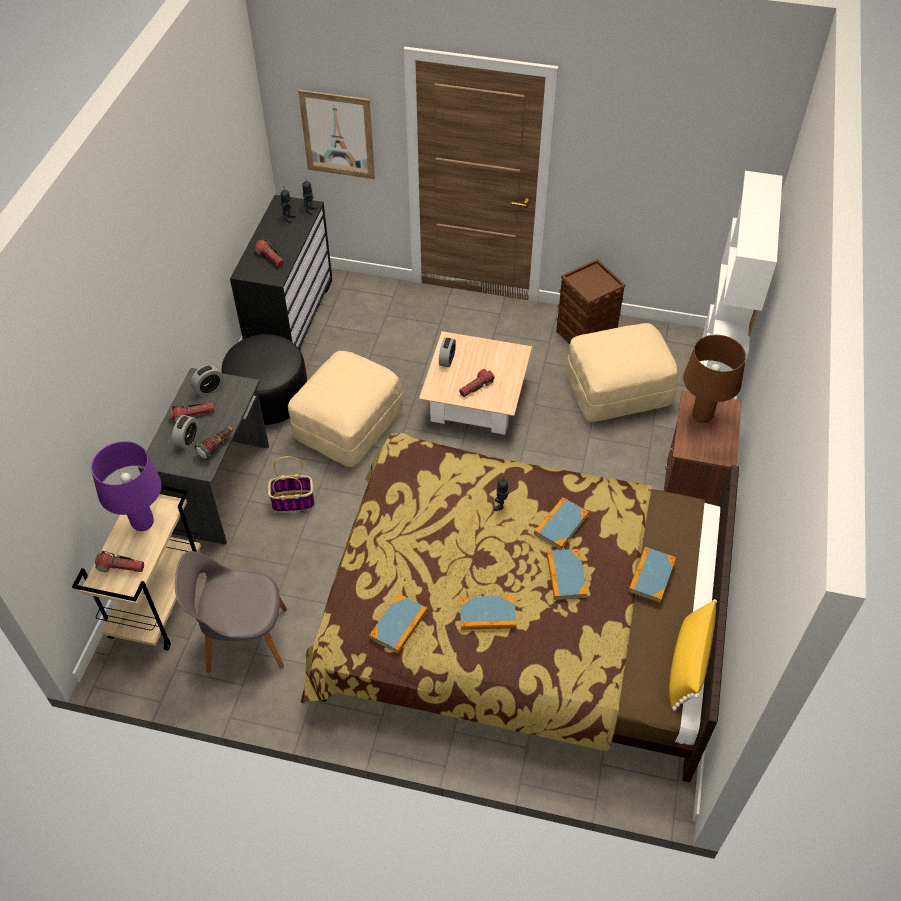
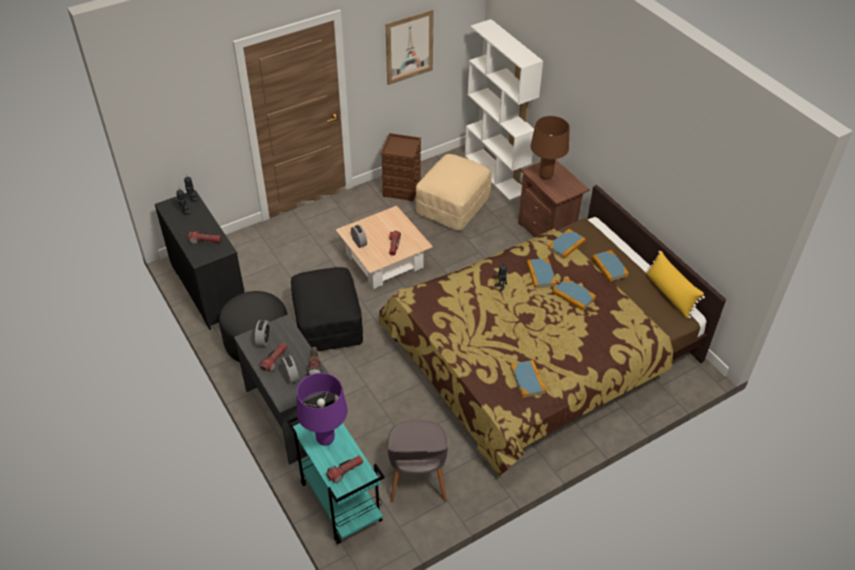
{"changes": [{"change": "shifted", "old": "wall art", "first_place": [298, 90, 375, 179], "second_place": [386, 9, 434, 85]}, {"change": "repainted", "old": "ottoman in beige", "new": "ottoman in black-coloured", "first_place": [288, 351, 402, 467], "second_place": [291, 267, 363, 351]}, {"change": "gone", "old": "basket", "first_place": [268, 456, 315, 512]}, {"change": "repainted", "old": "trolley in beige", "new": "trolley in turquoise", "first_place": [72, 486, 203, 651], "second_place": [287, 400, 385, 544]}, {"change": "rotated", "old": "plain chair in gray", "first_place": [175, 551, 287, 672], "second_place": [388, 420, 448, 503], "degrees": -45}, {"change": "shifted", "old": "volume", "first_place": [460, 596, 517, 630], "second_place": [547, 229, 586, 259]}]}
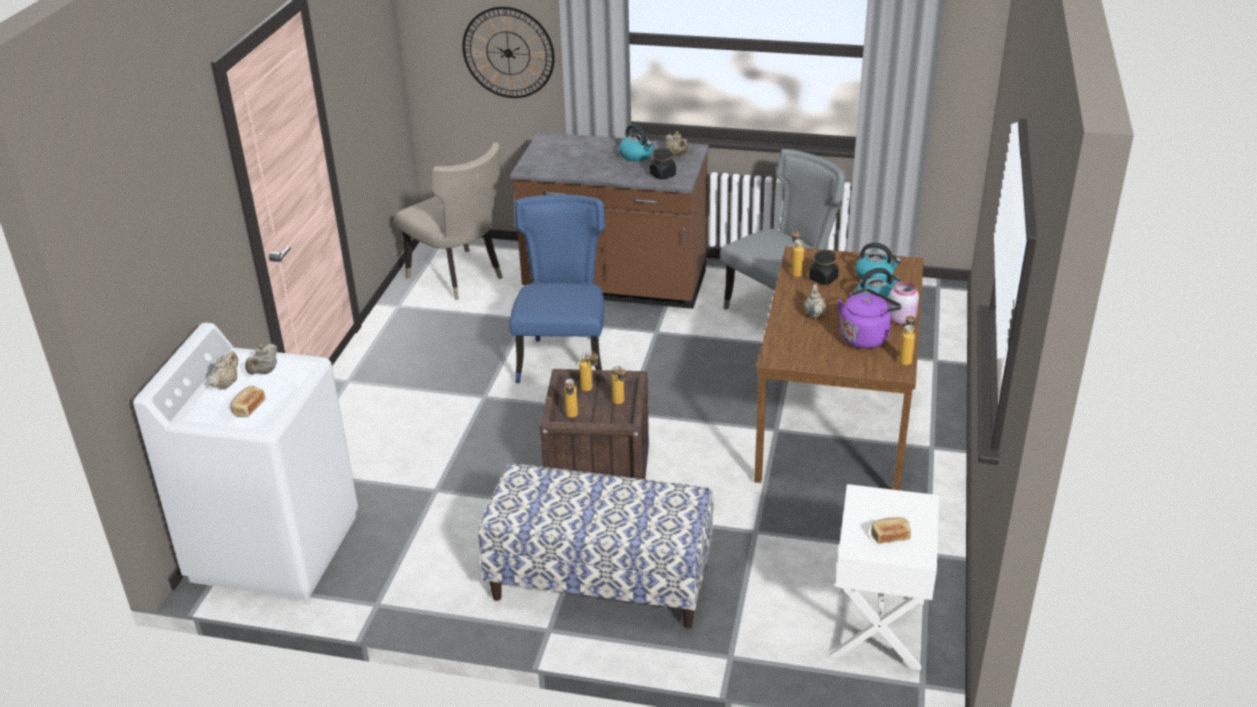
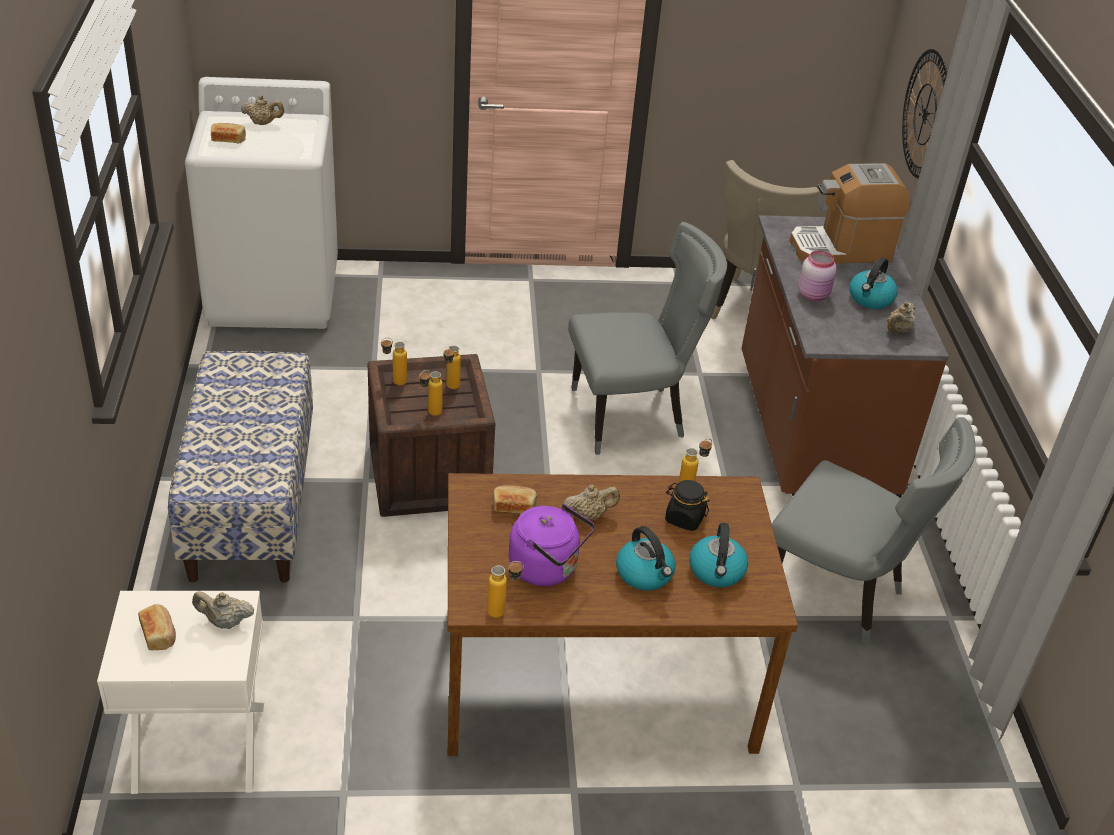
{"changes": [{"change": "gone", "old": "jar in black-coloured", "first_place": [650, 148, 676, 180]}, {"change": "repainted", "old": "plain chair in blue-coloured", "new": "plain chair in gray", "first_place": [509, 194, 605, 383], "second_place": [568, 222, 727, 455]}, {"change": "shifted", "old": "jar in pink-coloured", "first_place": [888, 281, 919, 325], "second_place": [798, 250, 837, 301]}, {"change": "shifted", "old": "tea pot in beige", "first_place": [245, 344, 277, 375], "second_place": [192, 591, 254, 629]}, {"change": "new", "new": "coffee maker", "second_place": [789, 163, 910, 264]}, {"change": "new", "new": "baked bread", "second_place": [493, 485, 537, 514]}]}
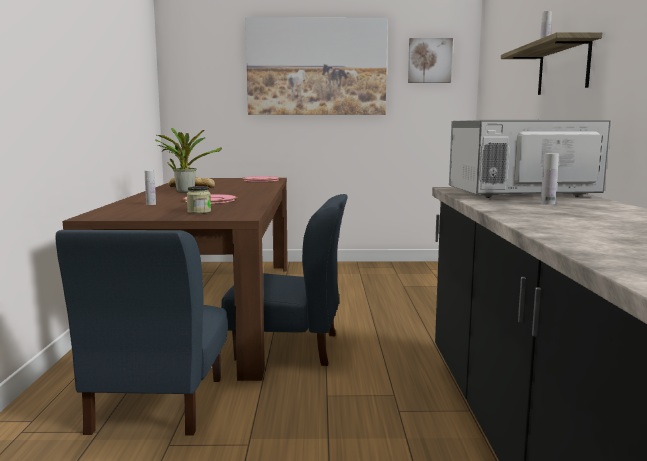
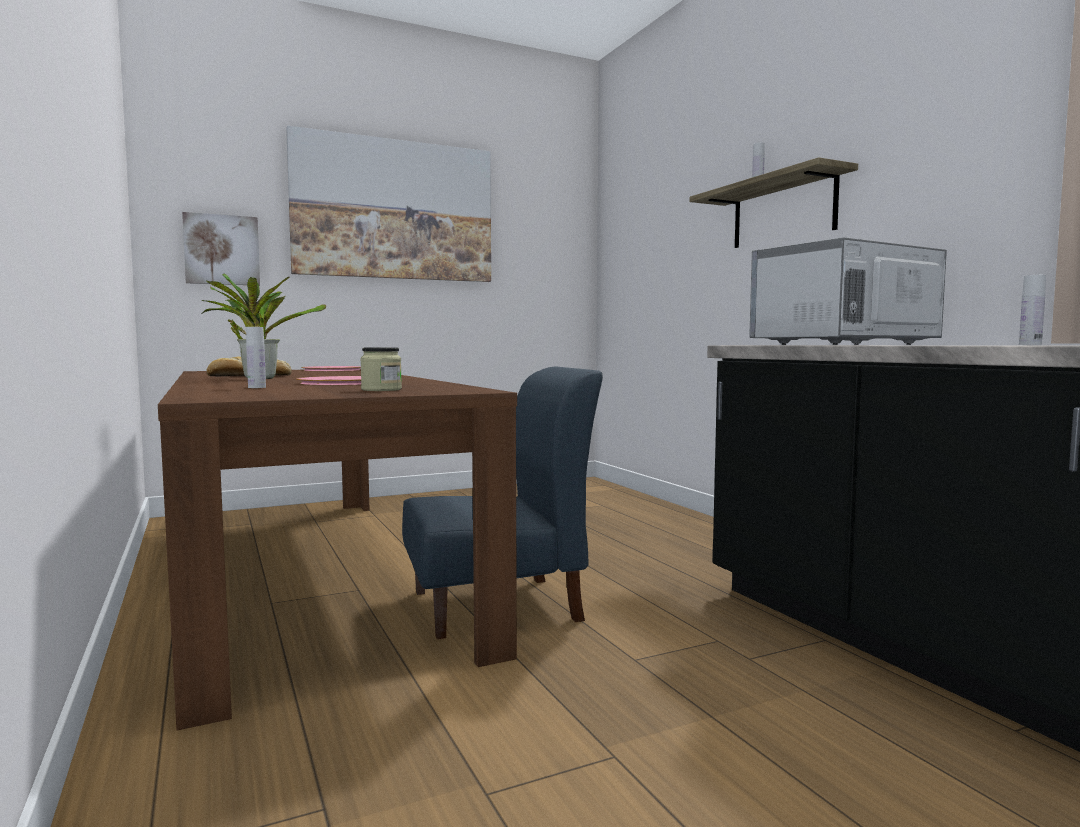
{"changes": [{"change": "shifted", "old": "wall art", "first_place": [408, 38, 453, 83], "second_place": [182, 212, 260, 286]}, {"change": "shifted", "old": "beverage bottle in whitish", "first_place": [540, 153, 559, 205], "second_place": [1019, 275, 1046, 345]}, {"change": "gone", "old": "plain chair in blue-coloured", "first_place": [55, 230, 228, 436]}]}
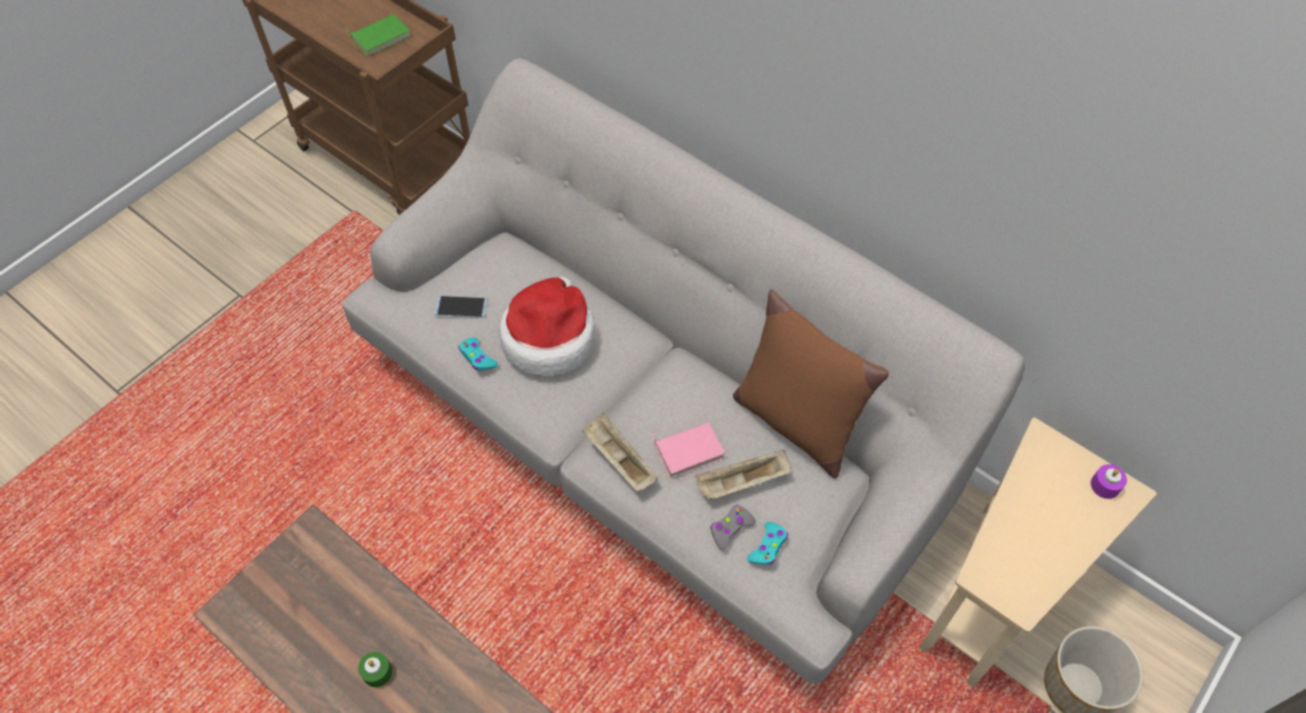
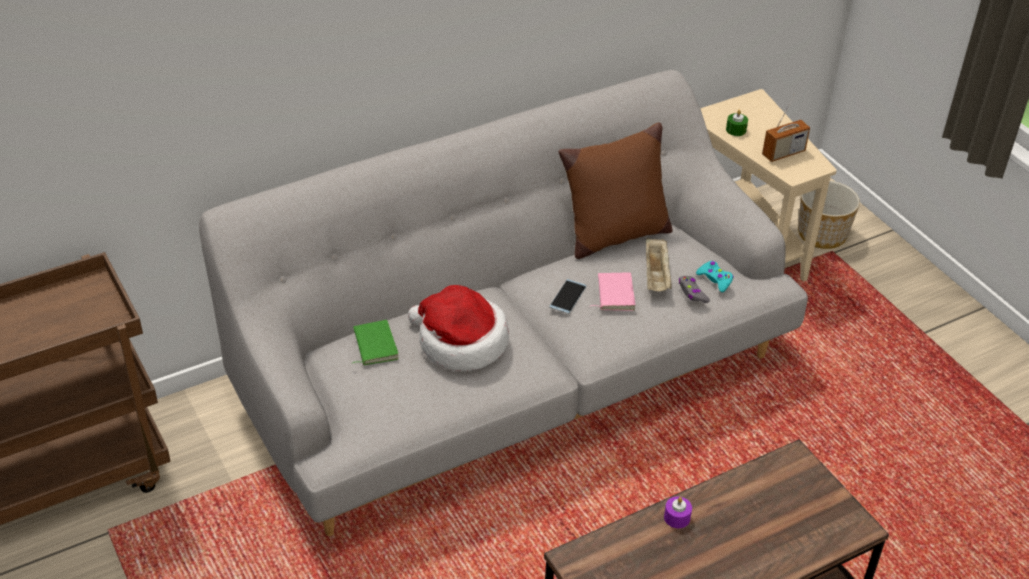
{"changes": [{"change": "shifted", "old": "volume in green", "first_place": [346, 14, 411, 56], "second_place": [351, 320, 399, 365]}, {"change": "shifted", "old": "handset", "first_place": [434, 296, 488, 318], "second_place": [549, 279, 586, 314]}, {"change": "gone", "old": "game controller in turquoise", "first_place": [458, 337, 498, 371]}, {"change": "gone", "old": "tray in beige", "first_place": [583, 413, 658, 491]}, {"change": "shifted", "old": "candle in purple", "first_place": [1091, 464, 1127, 499], "second_place": [664, 497, 692, 528]}, {"change": "shifted", "old": "candle in green", "first_place": [358, 652, 393, 687], "second_place": [726, 110, 748, 136]}, {"change": "new", "new": "radio set", "second_place": [762, 94, 810, 162]}]}
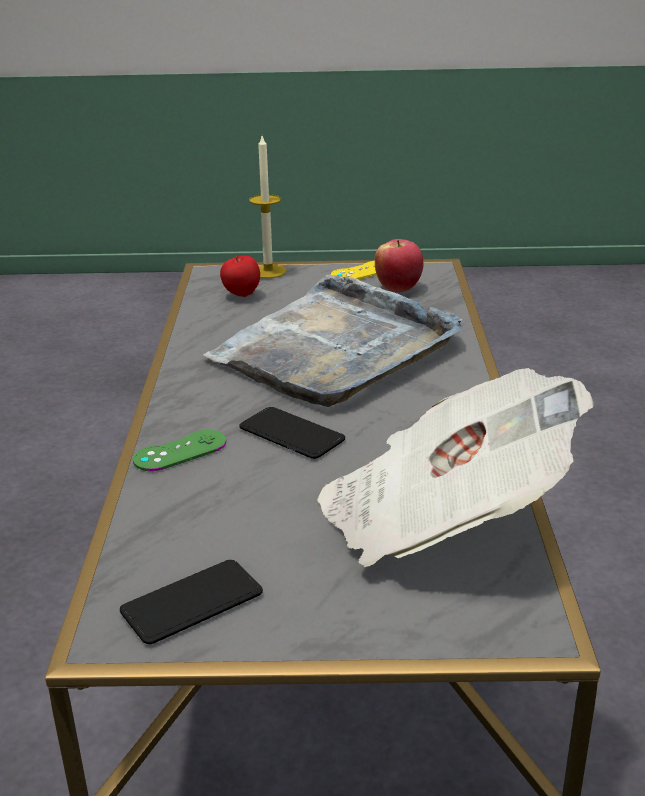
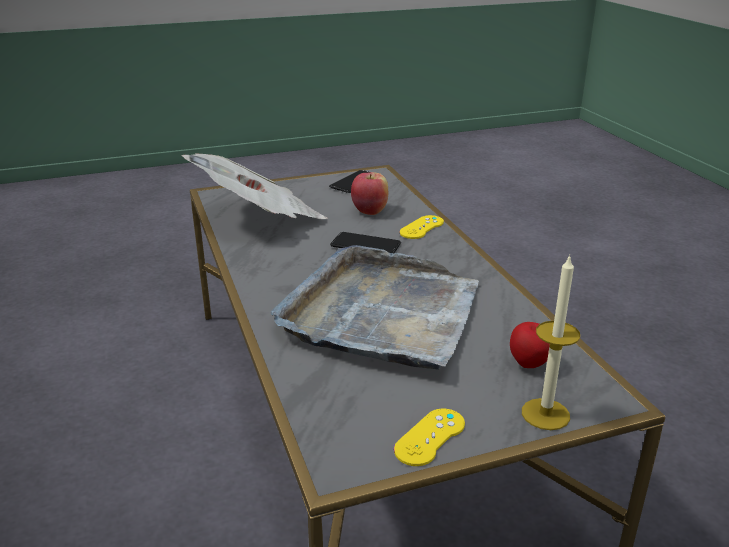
{"changes": [{"change": "shifted", "old": "apple fruit", "first_place": [375, 239, 423, 293], "second_place": [351, 172, 388, 215]}, {"change": "repainted", "old": "game controller in green", "new": "game controller in yellowish", "first_place": [133, 430, 226, 471], "second_place": [399, 215, 444, 239]}]}
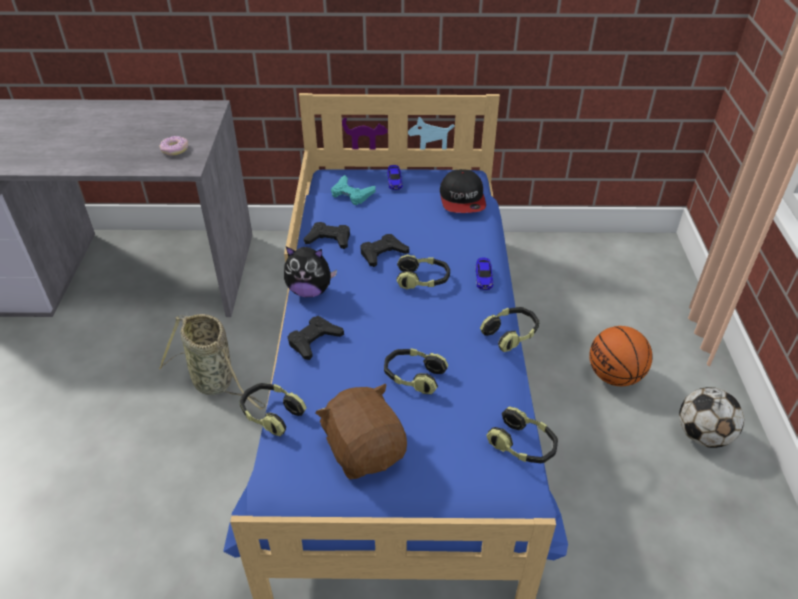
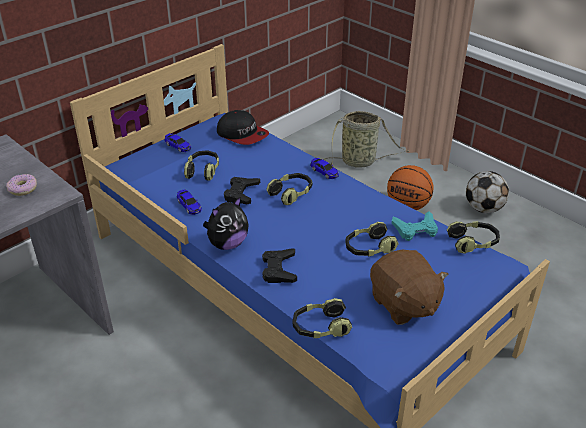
{"changes": [{"change": "shifted", "old": "game controller in turquoise", "first_place": [331, 175, 375, 205], "second_place": [392, 211, 438, 241]}, {"change": "swapped", "old": "game controller in black-coloured", "new": "toy car", "first_place": [304, 222, 350, 249], "second_place": [177, 190, 202, 215]}, {"change": "shifted", "old": "headset", "first_place": [480, 307, 539, 352], "second_place": [184, 150, 219, 181]}, {"change": "shifted", "old": "basket", "first_place": [159, 314, 266, 410], "second_place": [324, 111, 409, 168]}, {"change": "rotated", "old": "cuddly toy in brownish", "first_place": [315, 384, 407, 479], "second_place": [370, 249, 448, 325], "degrees": -135}]}
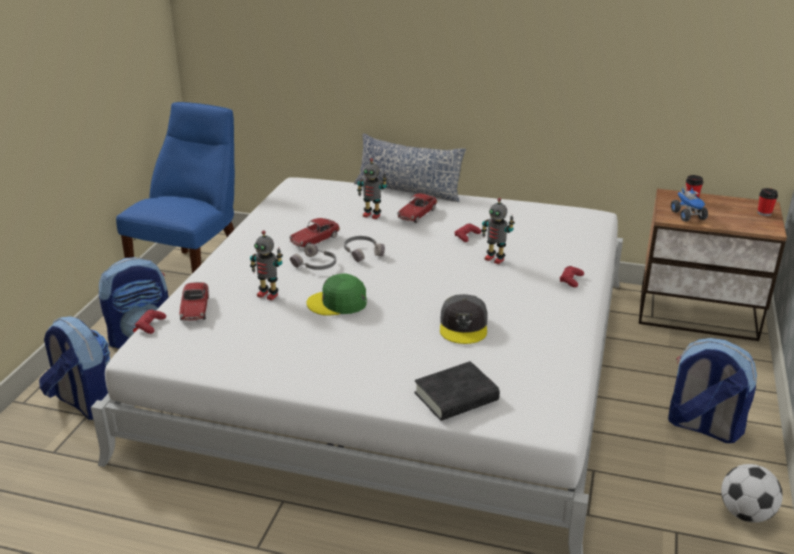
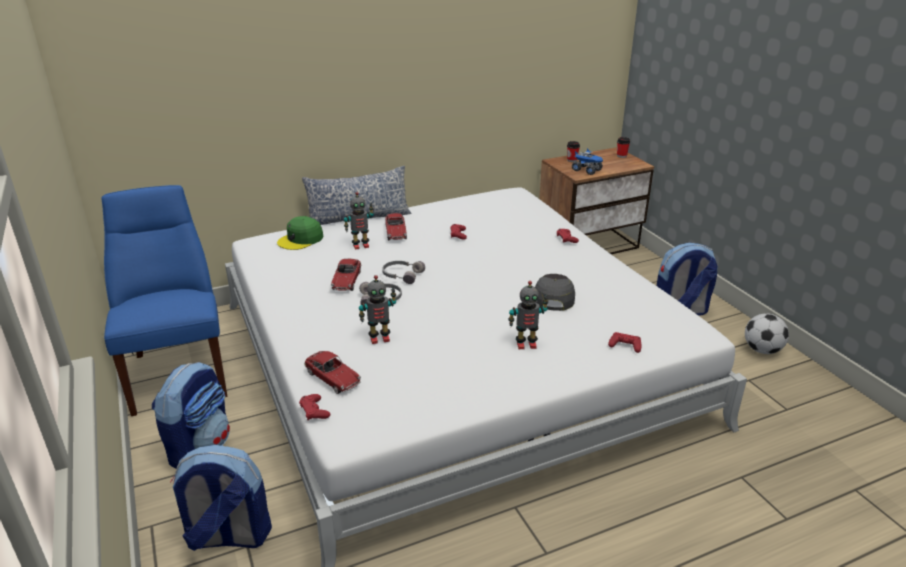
{"changes": [{"change": "shifted", "old": "toy robot", "first_place": [481, 198, 515, 264], "second_place": [509, 281, 548, 349]}, {"change": "shifted", "old": "peaked cap in green", "first_place": [307, 274, 367, 316], "second_place": [277, 216, 324, 250]}, {"change": "rotated", "old": "peaked cap in gray", "first_place": [440, 294, 488, 344], "second_place": [535, 274, 575, 311], "degrees": -135}, {"change": "swapped", "old": "volume in black-coloured", "new": "game controller in red", "first_place": [414, 361, 500, 421], "second_place": [608, 332, 642, 353]}]}
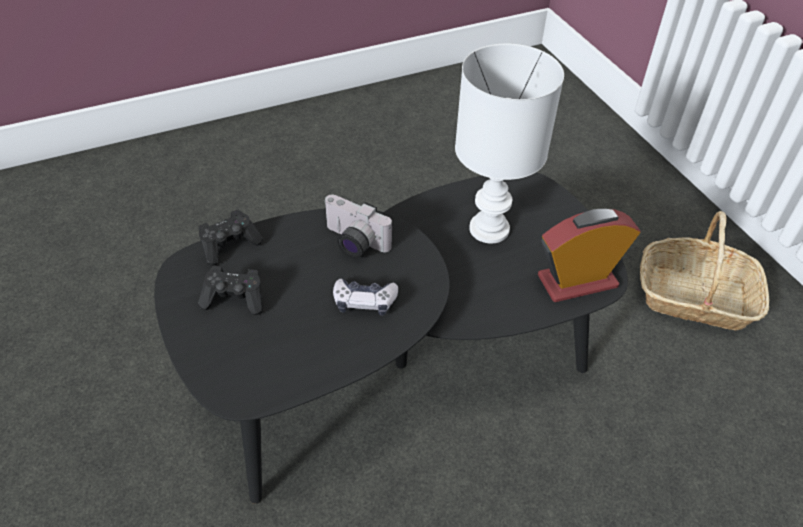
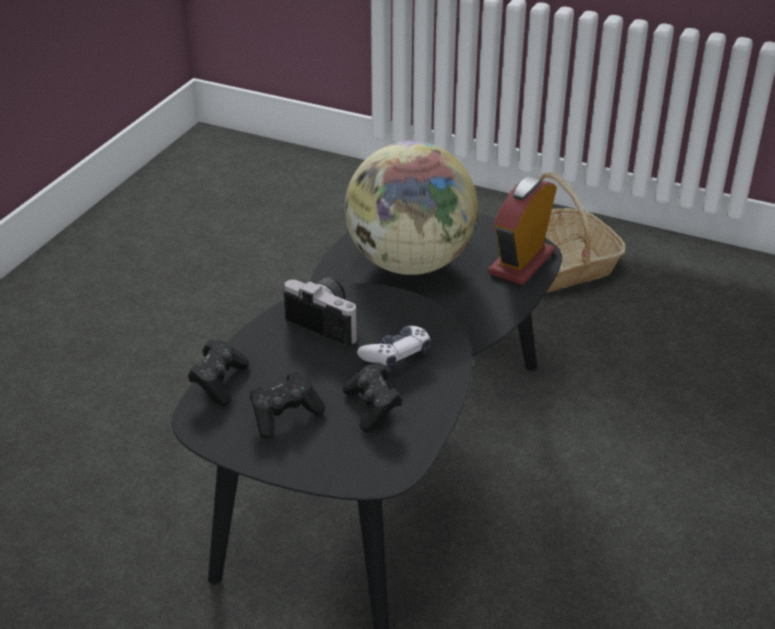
{"changes": [{"change": "swapped", "old": "tabletop lamp in whitish", "new": "desk globe", "first_place": [455, 43, 564, 243], "second_place": [345, 141, 478, 275]}, {"change": "rotated", "old": "still camera", "first_place": [324, 195, 393, 258], "second_place": [283, 277, 358, 346], "degrees": -135}, {"change": "new", "new": "game controller in black-coloured", "second_place": [343, 363, 403, 432]}]}
